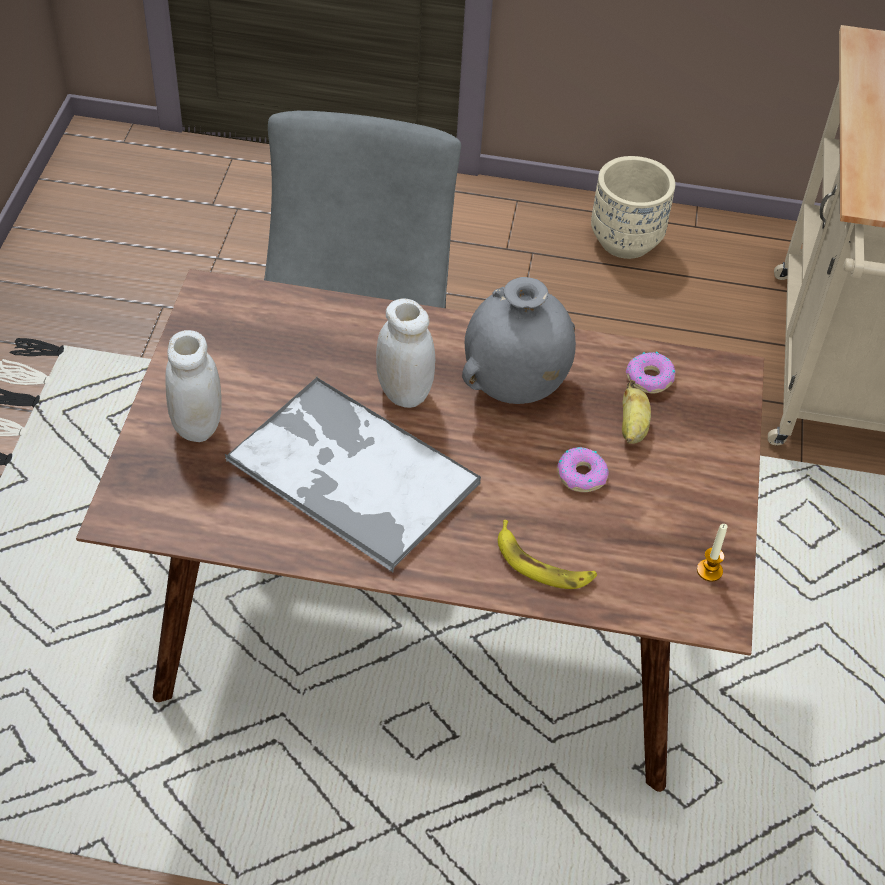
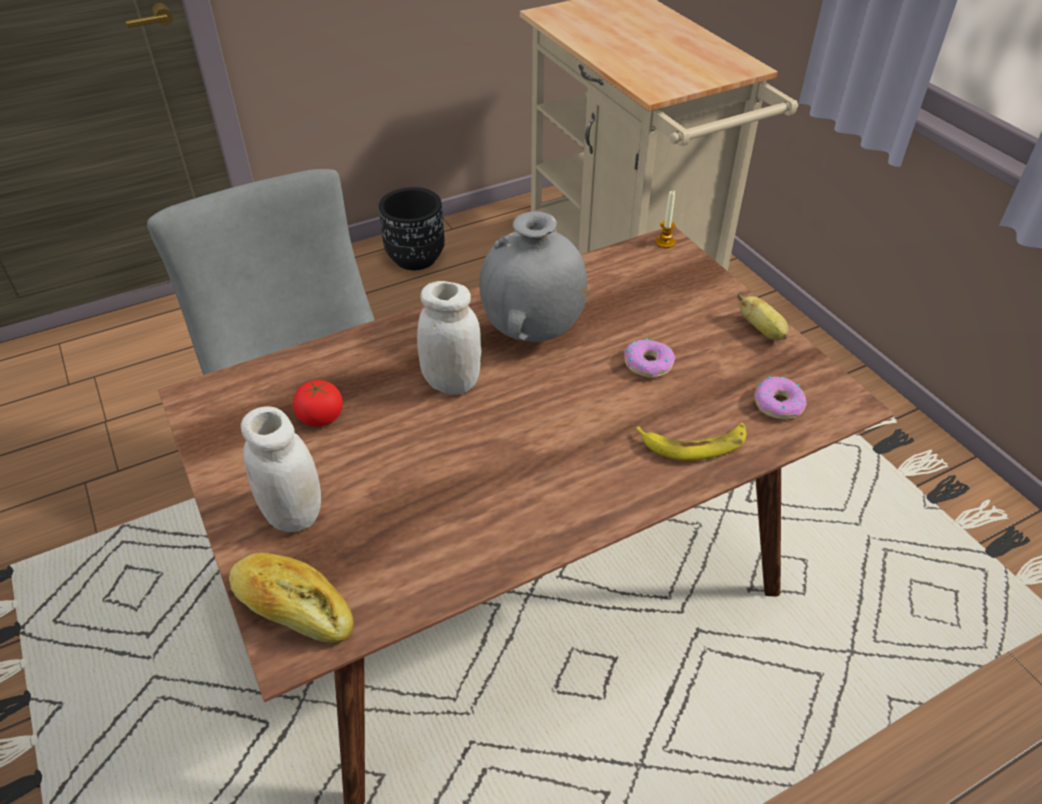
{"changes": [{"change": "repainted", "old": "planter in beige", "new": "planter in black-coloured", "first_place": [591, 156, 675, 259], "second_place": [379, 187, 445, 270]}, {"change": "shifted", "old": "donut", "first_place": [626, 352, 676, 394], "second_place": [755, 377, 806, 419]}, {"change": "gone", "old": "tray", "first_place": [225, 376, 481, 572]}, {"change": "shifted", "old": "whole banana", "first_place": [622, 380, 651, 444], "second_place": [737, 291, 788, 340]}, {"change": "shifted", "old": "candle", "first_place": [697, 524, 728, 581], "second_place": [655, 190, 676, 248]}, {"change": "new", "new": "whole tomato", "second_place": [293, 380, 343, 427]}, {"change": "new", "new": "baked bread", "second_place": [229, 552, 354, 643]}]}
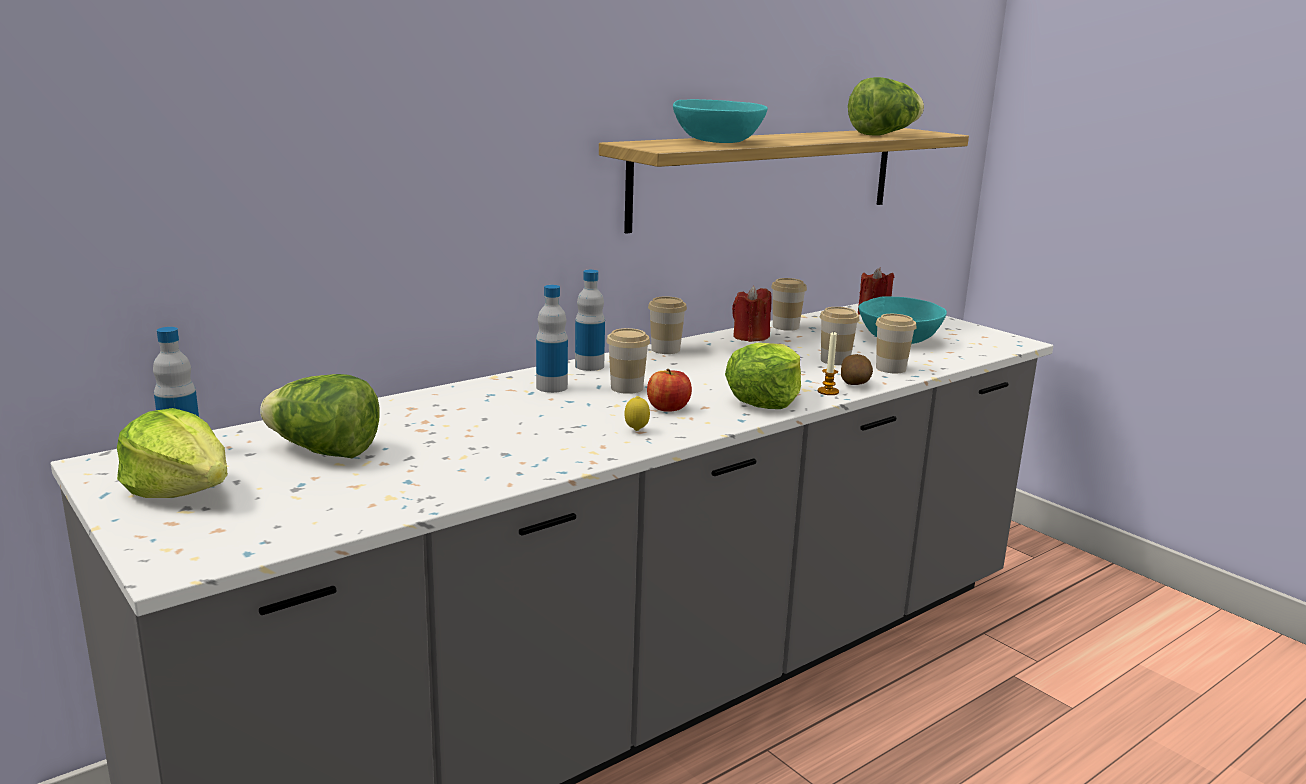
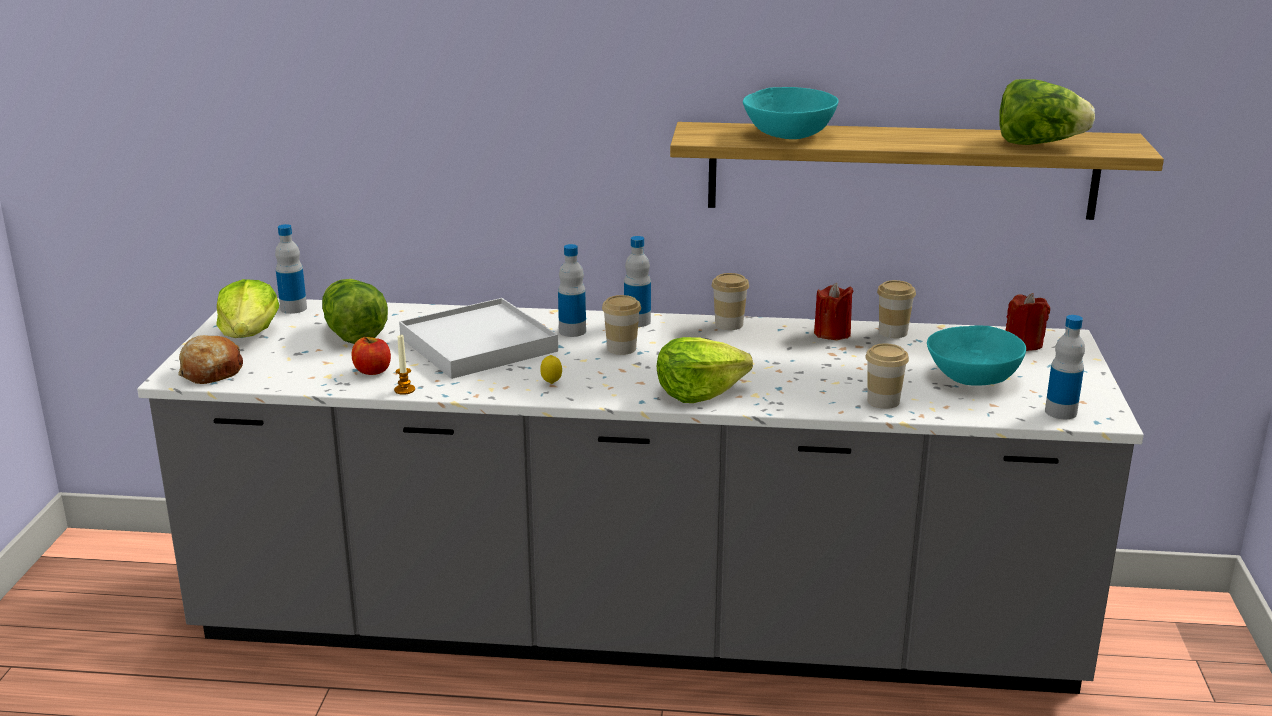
{"changes": [{"change": "gone", "old": "cup", "first_place": [820, 307, 859, 365]}, {"change": "shifted", "old": "candle", "first_place": [818, 332, 839, 395], "second_place": [394, 334, 415, 395]}, {"change": "gone", "old": "spud", "first_place": [841, 354, 873, 385]}, {"change": "shifted", "old": "apple fruit", "first_place": [647, 369, 692, 412], "second_place": [351, 337, 391, 375]}, {"change": "new", "new": "tray in whitish", "second_place": [399, 298, 558, 379]}, {"change": "new", "new": "beverage bottle", "second_place": [1045, 315, 1085, 419]}, {"change": "new", "new": "baked bread", "second_place": [178, 335, 243, 384]}]}
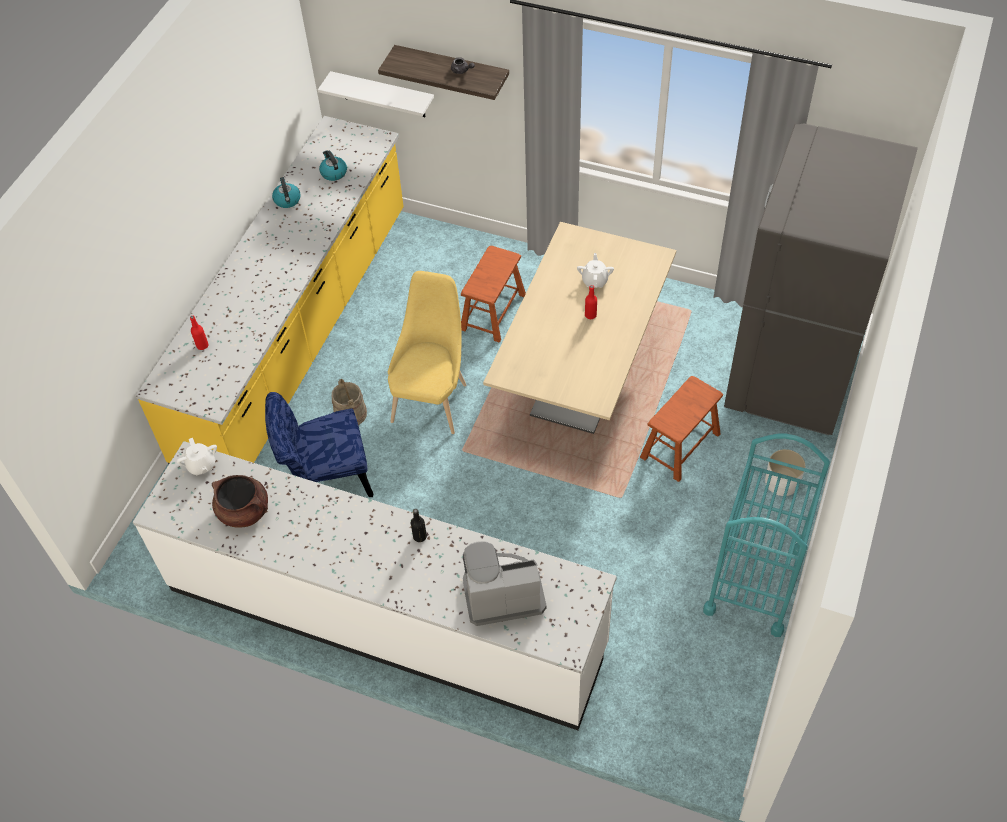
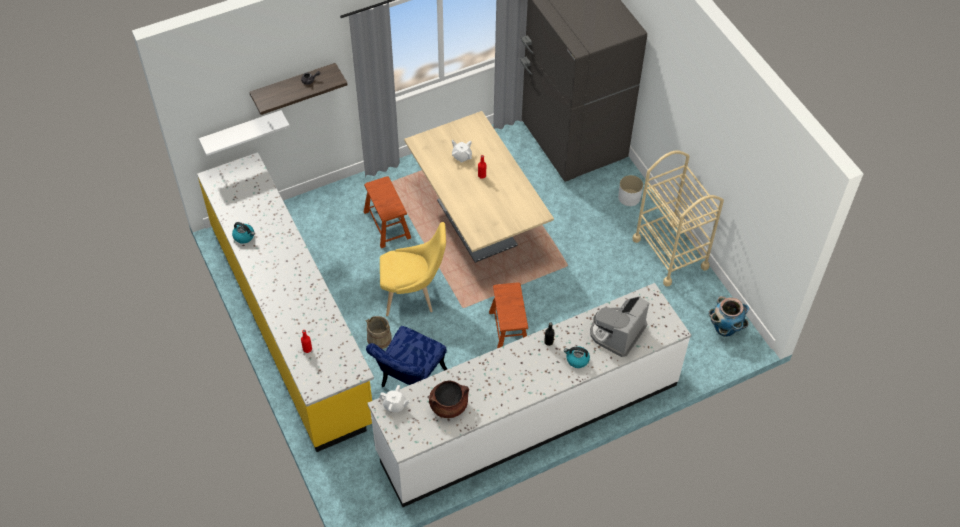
{"changes": [{"change": "shifted", "old": "kettle", "first_place": [319, 150, 347, 181], "second_place": [564, 346, 590, 368]}, {"change": "rotated", "old": "plain chair in yellowish", "first_place": [388, 271, 466, 434], "second_place": [380, 222, 446, 316], "degrees": 120}, {"change": "shifted", "old": "stool seat in brownish", "first_place": [640, 376, 723, 482], "second_place": [489, 282, 528, 348]}, {"change": "repainted", "old": "trolley in turquoise", "new": "trolley in beige", "first_place": [703, 434, 830, 637], "second_place": [632, 150, 724, 287]}, {"change": "new", "new": "planter", "second_place": [708, 296, 749, 337]}]}
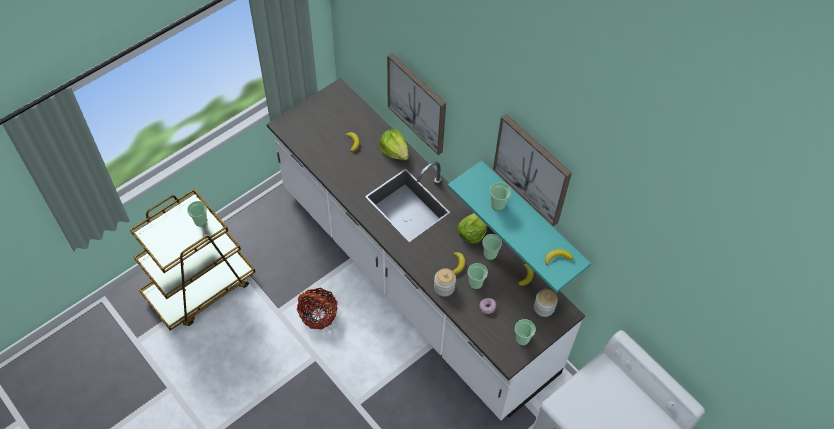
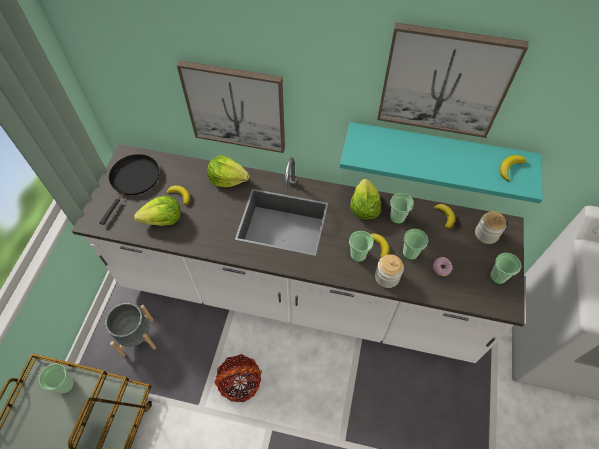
{"changes": [{"change": "shifted", "old": "cup", "first_place": [490, 182, 511, 211], "second_place": [349, 231, 373, 262]}, {"change": "new", "new": "pan in black-coloured", "second_place": [100, 154, 159, 225]}, {"change": "new", "new": "head of lettuce", "second_place": [134, 196, 181, 226]}, {"change": "new", "new": "planter in gray", "second_place": [105, 303, 156, 357]}]}
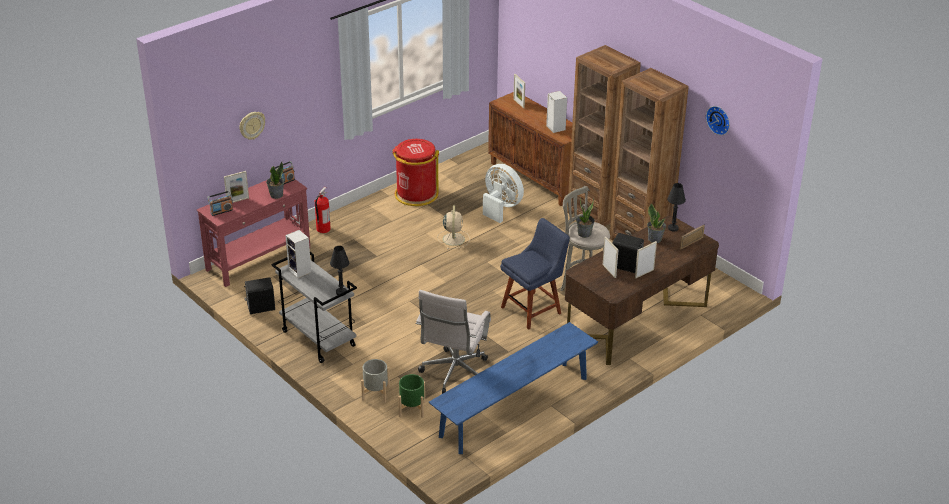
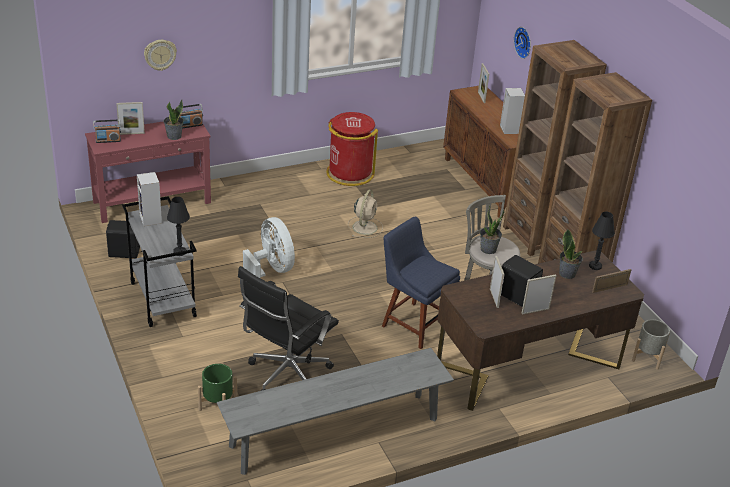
{"changes": [{"change": "shifted", "old": "hanging clock", "first_place": [706, 106, 730, 135], "second_place": [514, 27, 531, 59]}, {"change": "shifted", "old": "fan in whitish", "first_place": [483, 164, 524, 223], "second_place": [243, 217, 295, 279]}, {"change": "gone", "old": "extinguisher", "first_place": [315, 187, 331, 233]}, {"change": "rotated", "old": "plain chair in blue-coloured", "first_place": [500, 218, 570, 330], "second_place": [382, 217, 460, 349], "degrees": -120}, {"change": "repainted", "old": "computer chair in whitish", "new": "computer chair in black-coloured", "first_place": [416, 290, 491, 394], "second_place": [238, 266, 339, 391]}, {"change": "repainted", "old": "indoor bench in blue-coloured", "new": "indoor bench in gray", "first_place": [429, 322, 598, 454], "second_place": [217, 348, 454, 475]}, {"change": "shifted", "old": "planter in gray", "first_place": [361, 359, 390, 403], "second_place": [632, 319, 670, 370]}]}
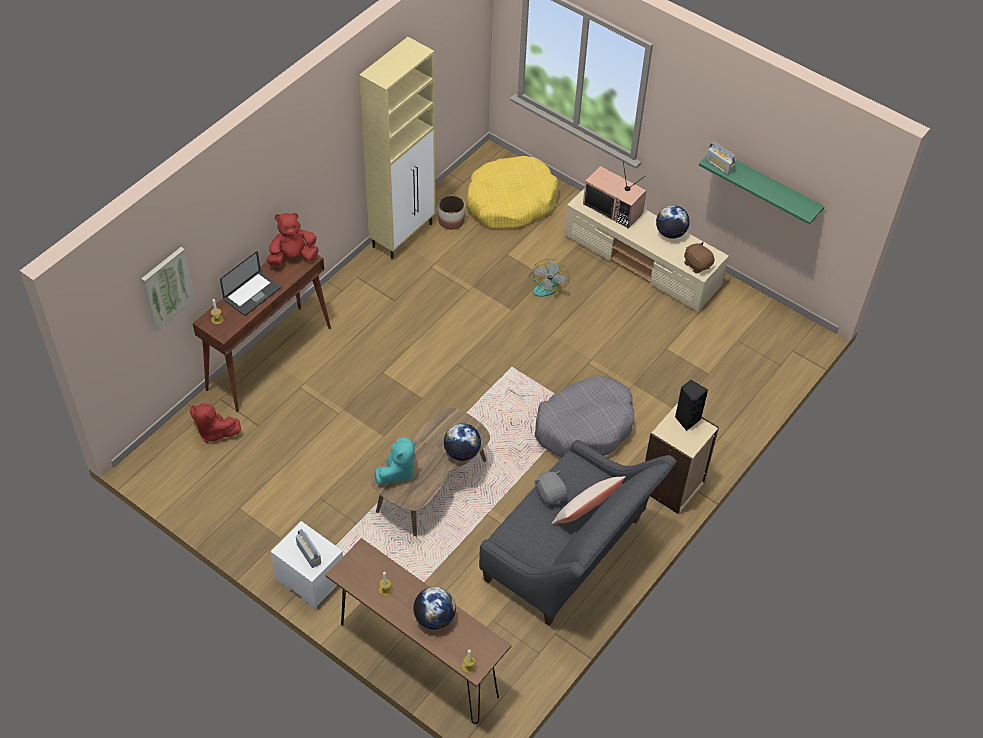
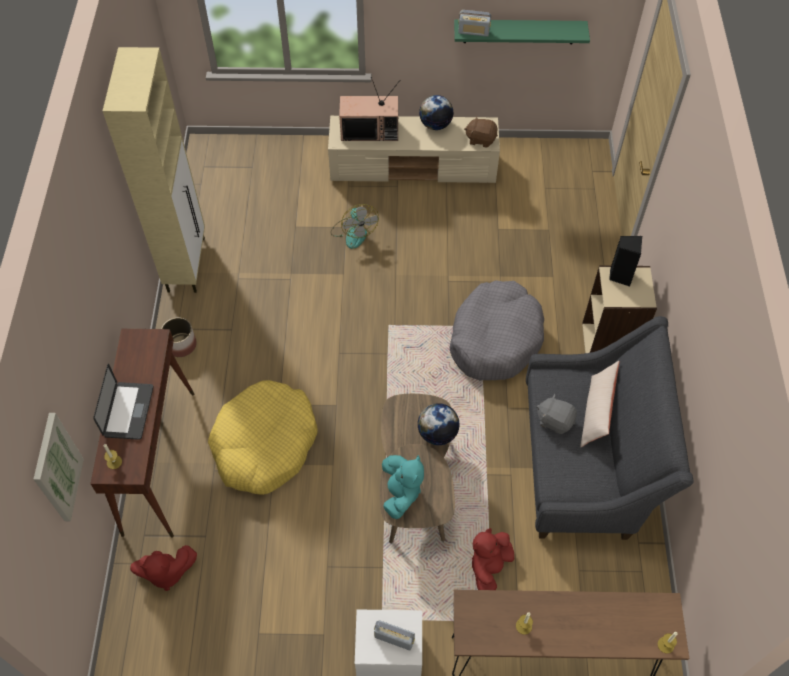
{"changes": [{"change": "shifted", "old": "dog cushion in yellowish", "first_place": [466, 156, 558, 229], "second_place": [208, 380, 317, 495]}, {"change": "shifted", "old": "planter", "first_place": [438, 195, 465, 230], "second_place": [161, 317, 196, 357]}, {"change": "shifted", "old": "cuddly toy in red", "first_place": [266, 212, 319, 266], "second_place": [472, 528, 514, 590]}, {"change": "gone", "old": "desk globe", "first_place": [413, 587, 456, 630]}]}
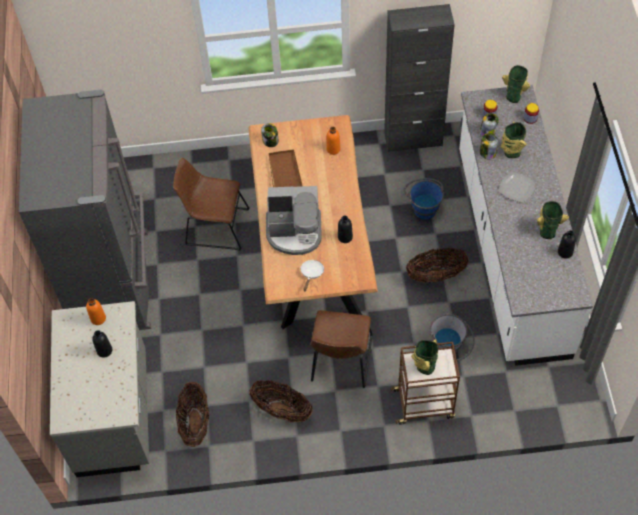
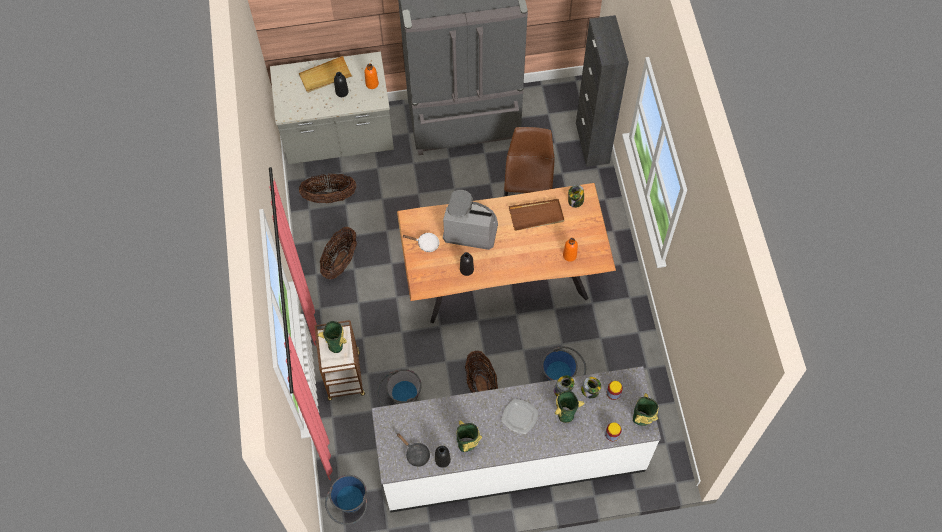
{"changes": [{"change": "shifted", "old": "storage cabinet in black-coloured", "first_place": [384, 4, 455, 152], "second_place": [576, 15, 629, 167]}, {"change": "rotated", "old": "coffee maker", "first_place": [266, 186, 322, 255], "second_place": [443, 190, 498, 250], "degrees": 105}, {"change": "gone", "old": "plain chair in brownish", "first_place": [310, 310, 373, 388]}, {"change": "new", "new": "tray in beige", "second_place": [299, 56, 352, 93]}, {"change": "new", "new": "pan in black-coloured", "second_place": [397, 433, 430, 467]}, {"change": "new", "new": "water bucket in blue-coloured", "second_place": [325, 475, 367, 525]}]}
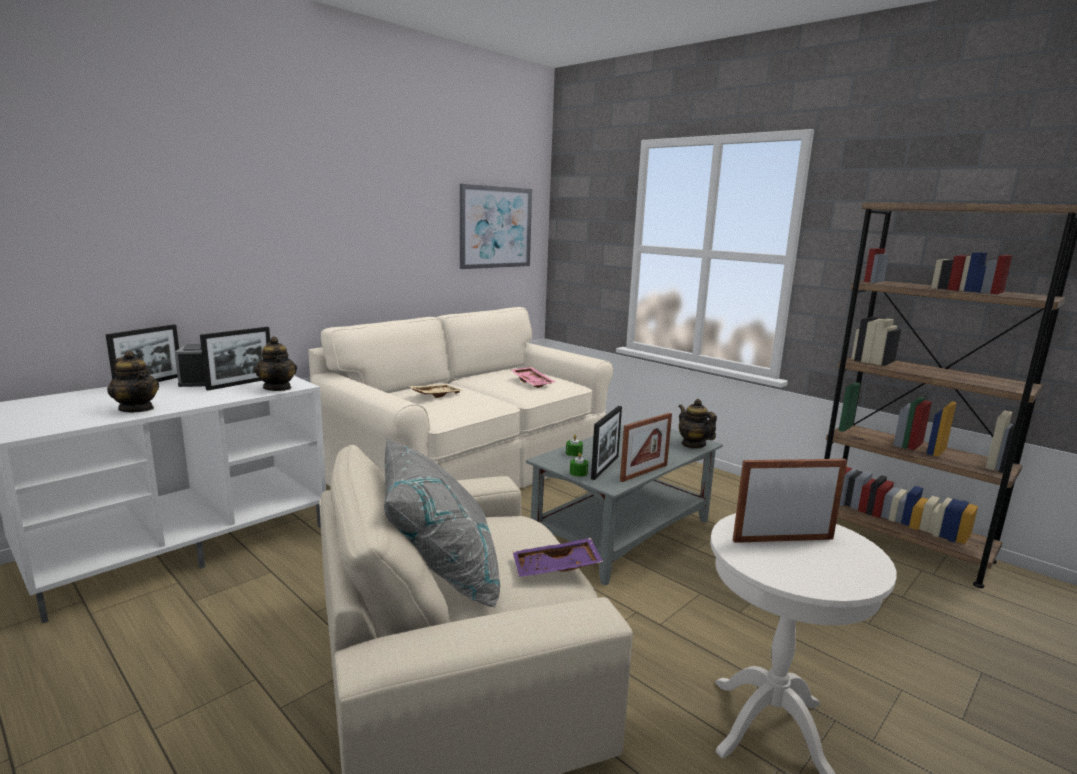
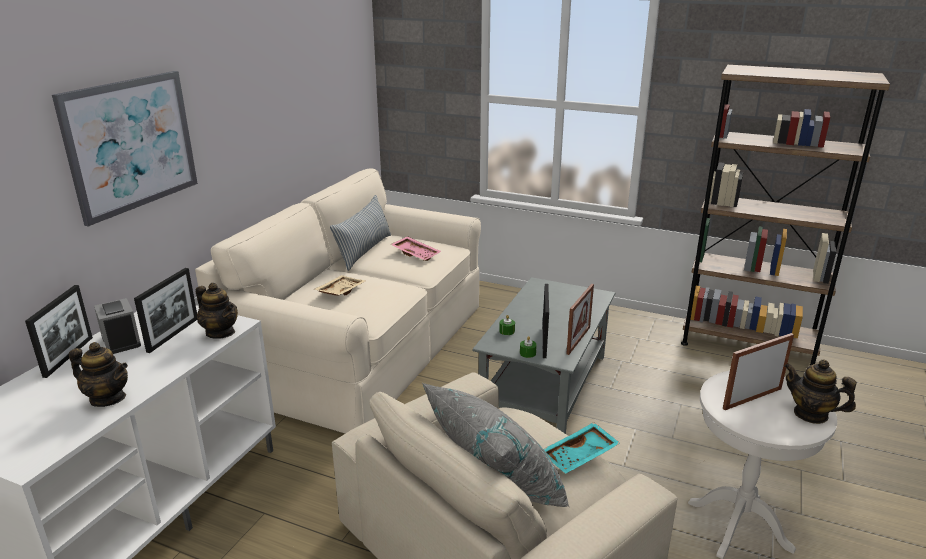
{"changes": [{"change": "shifted", "old": "wall art", "first_place": [460, 184, 532, 269], "second_place": [52, 71, 198, 227]}, {"change": "shifted", "old": "tea pot", "first_place": [678, 399, 717, 449], "second_place": [784, 360, 857, 424]}, {"change": "repainted", "old": "tray in purple", "new": "tray in turquoise", "first_place": [513, 538, 603, 577], "second_place": [544, 422, 620, 474]}, {"change": "new", "new": "throw pillow", "second_place": [330, 195, 391, 271]}]}
